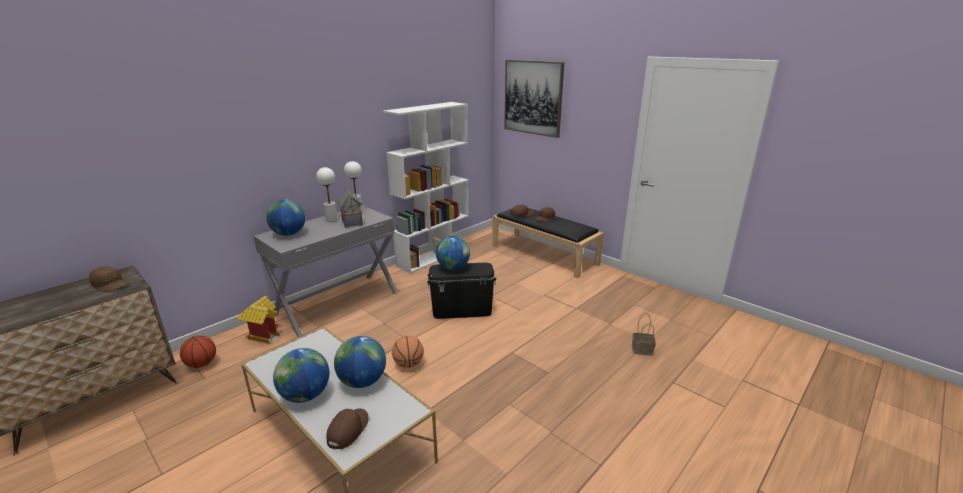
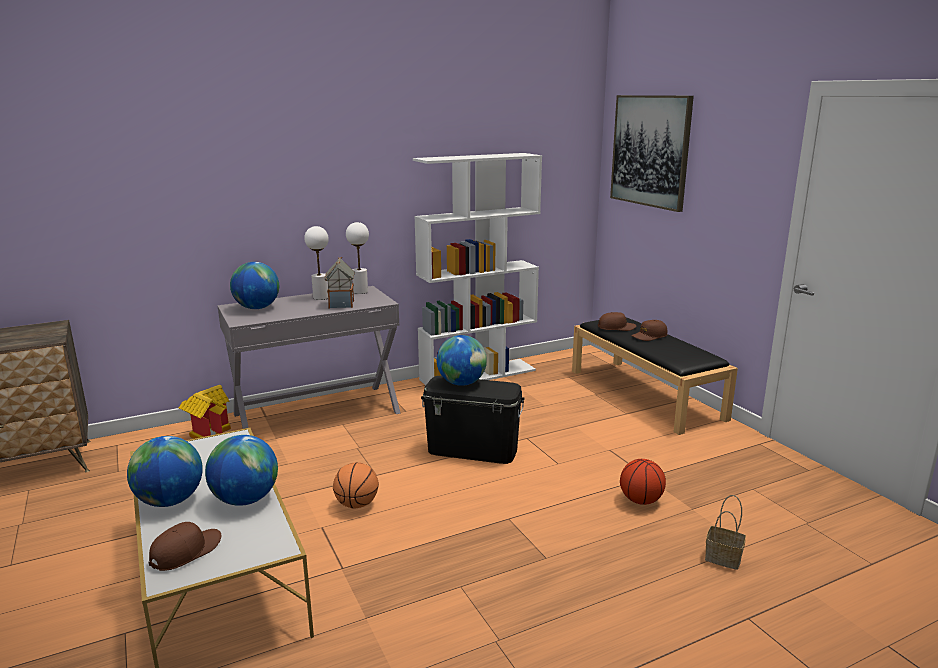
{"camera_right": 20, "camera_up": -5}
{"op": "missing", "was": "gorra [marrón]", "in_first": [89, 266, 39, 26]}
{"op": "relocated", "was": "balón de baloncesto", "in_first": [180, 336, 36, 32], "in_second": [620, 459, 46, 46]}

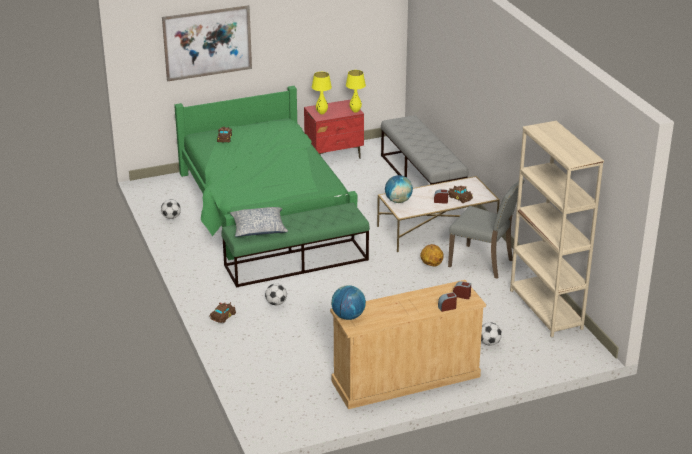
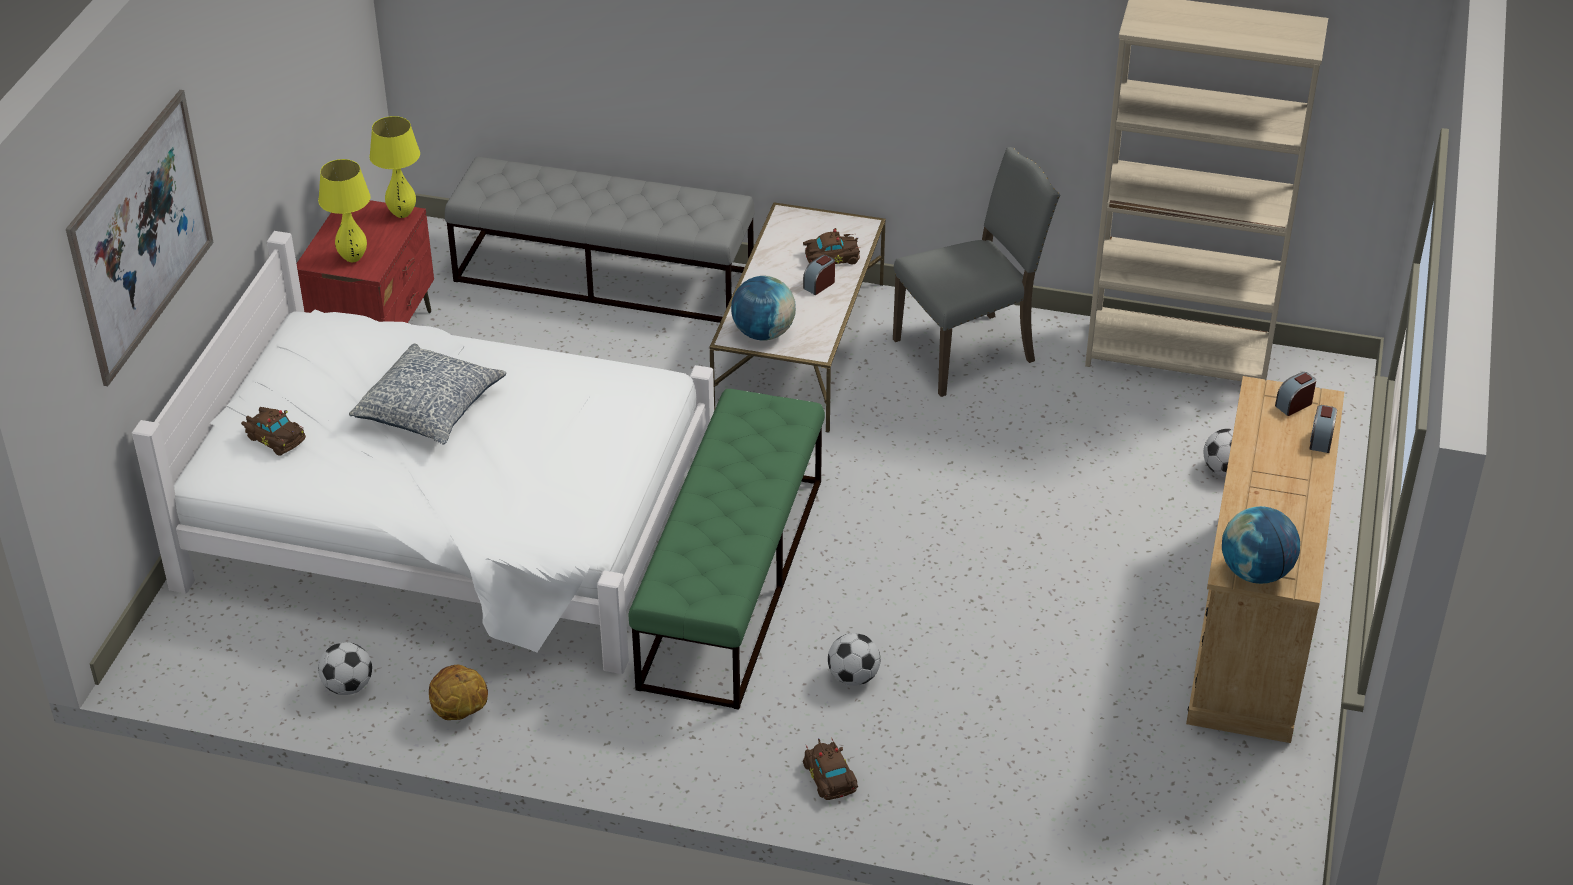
{"camera_right": -55, "camera_up": 10}
{"op": "relocated", "was": "cojín", "in_first": [230, 207, 58, 30], "in_second": [349, 343, 157, 102]}
{"op": "relocated", "was": "balón de baloncesto", "in_first": [420, 244, 24, 22], "in_second": [429, 665, 59, 55]}
{"op": "colour", "was": "cama [verde]", "now": "cama [blanco]", "in_first": [174, 86, 183, 174], "in_second": [132, 231, 582, 443]}

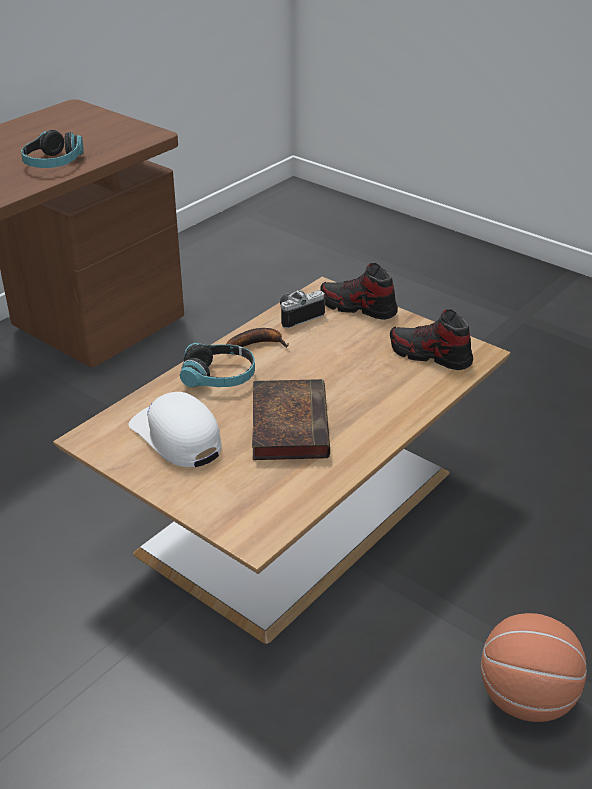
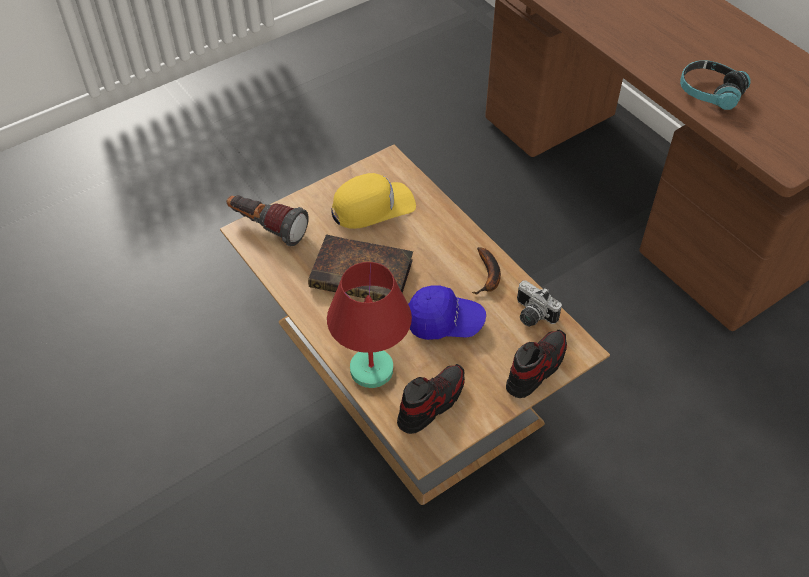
{"camera_right": 105, "camera_up": 15}
{"op": "missing", "was": "auriculares", "in_first": [180, 343, 75, 44]}
{"op": "missing", "was": "balón de baloncesto", "in_first": [481, 613, 106, 109]}
{"op": "appeared", "now": "linterna", "in_second": [226, 195, 83, 51]}
{"op": "appeared", "now": "lámpara de mesa [rojo]", "in_second": [327, 262, 85, 126]}
{"op": "appeared", "now": "gorra [azul]", "in_second": [408, 285, 78, 55]}
{"op": "colour", "was": "gorra [blanco]", "now": "gorra [amarillo]", "in_first": [129, 392, 93, 75], "in_second": [331, 173, 85, 56]}
{"op": "spun", "was": "cámara", "in_first": [280, 290, 45, 38], "in_second": [517, 280, 45, 47], "clockwise": 150}

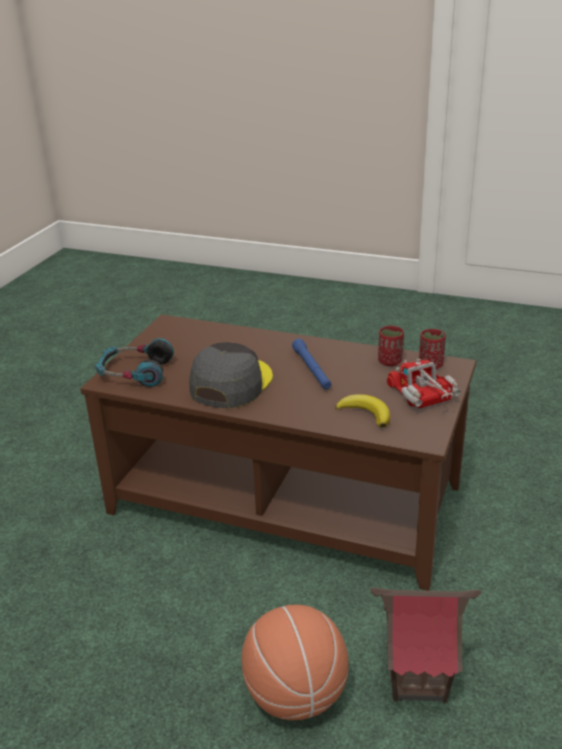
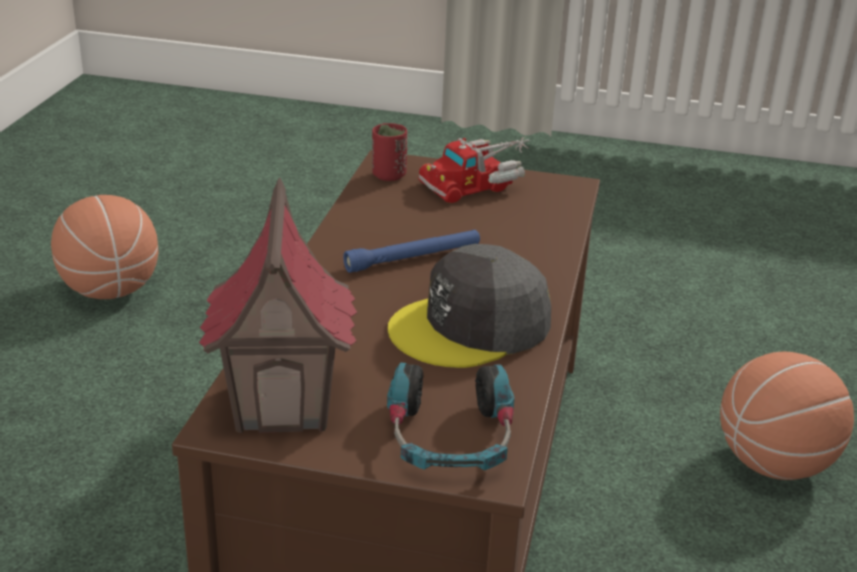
{"camera_right": -100, "camera_up": 0}
{"op": "missing", "was": "plátano", "in_first": [335, 394, 55, 34]}
{"op": "missing", "was": "taza [rojo]", "in_first": [378, 326, 26, 40]}
{"op": "appeared", "now": "balón de baloncesto", "in_second": [51, 195, 107, 104]}
{"op": "relocated", "was": "casita", "in_first": [370, 588, 111, 115], "in_second": [199, 178, 158, 255]}
{"op": "spun", "was": "gorra [gris]", "in_first": [189, 342, 84, 66], "in_second": [388, 244, 163, 124], "clockwise": -45}

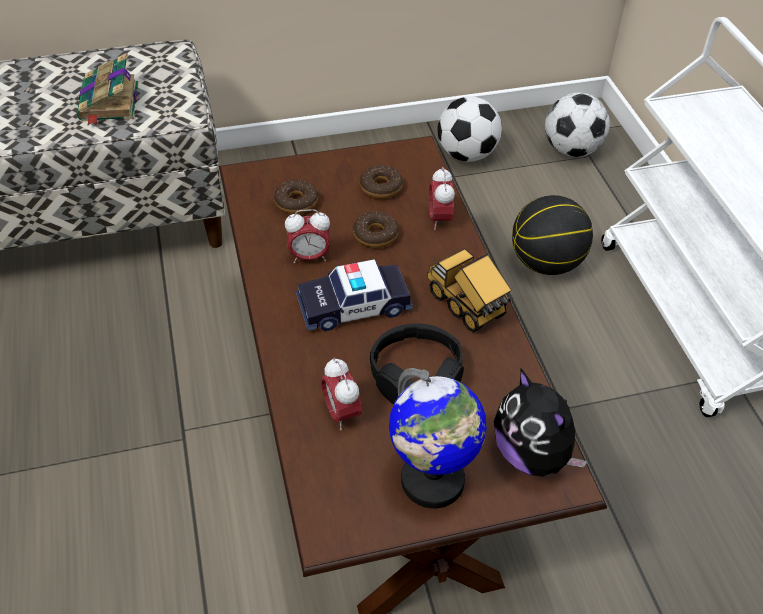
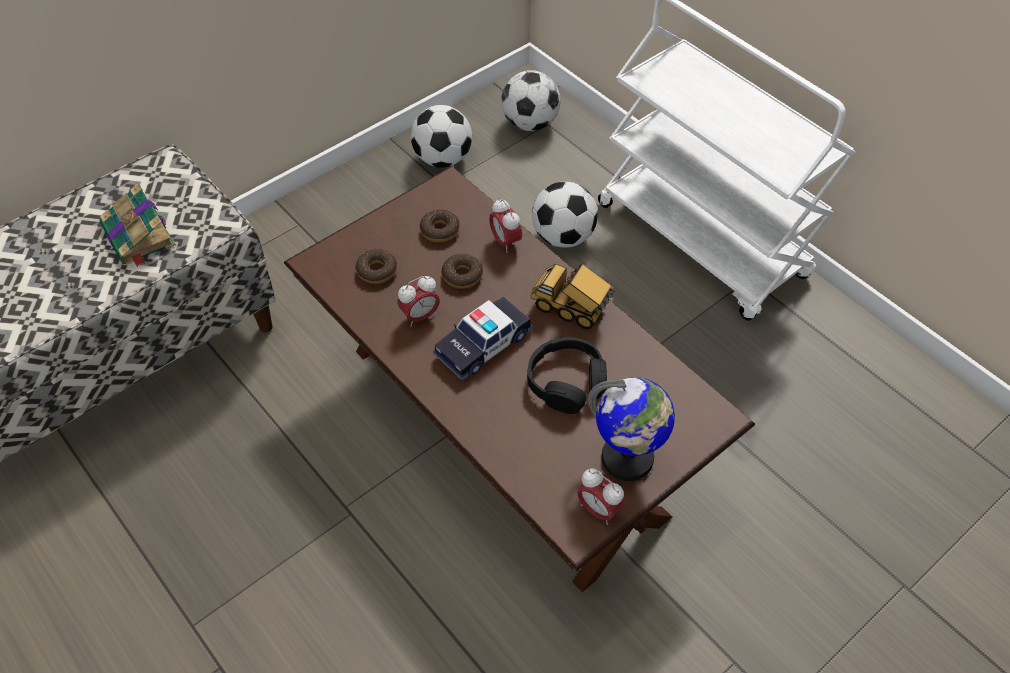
{"camera_right": -25, "camera_up": 5}
{"op": "missing", "was": "peluche", "in_first": [494, 368, 94, 109]}
{"op": "relocated", "was": "despertador", "in_first": [321, 358, 41, 72], "in_second": [577, 468, 48, 57]}
{"op": "exchanged", "was": "balón de baloncesto", "now": "balón de fútbol", "in_first": [512, 195, 81, 80], "in_second": [532, 182, 66, 65]}

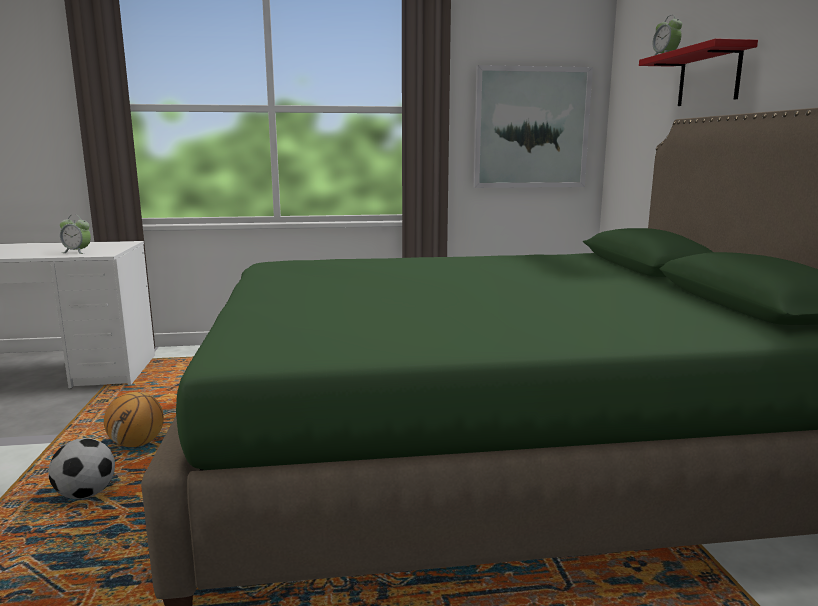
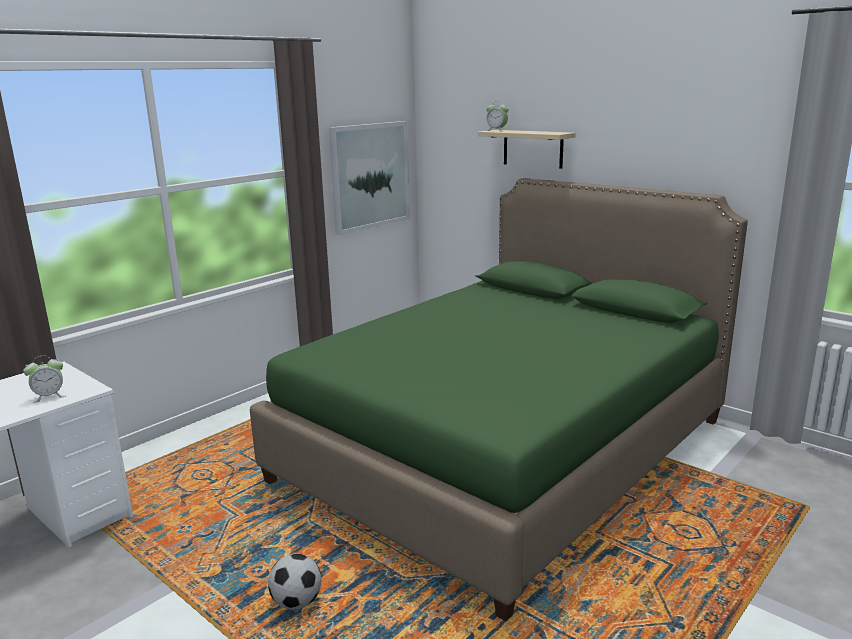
{"camera_right": -40, "camera_up": 5}
{"op": "missing", "was": "balón de baloncesto", "in_first": [104, 392, 60, 55]}
{"op": "colour", "was": "estante [rojo]", "now": "estante [beis]", "in_first": [639, 39, 119, 67], "in_second": [478, 130, 98, 39]}

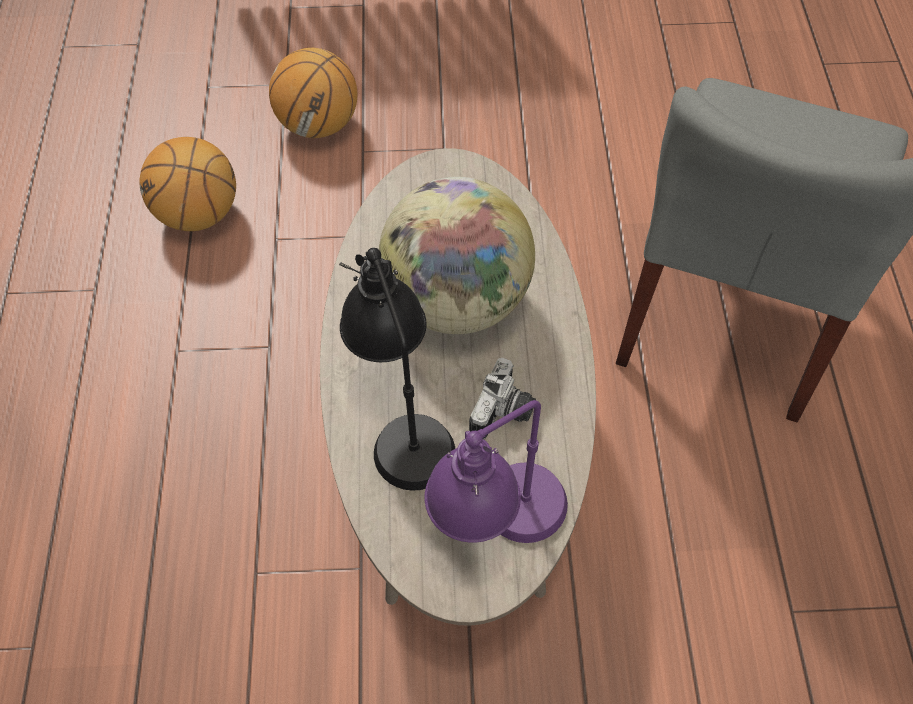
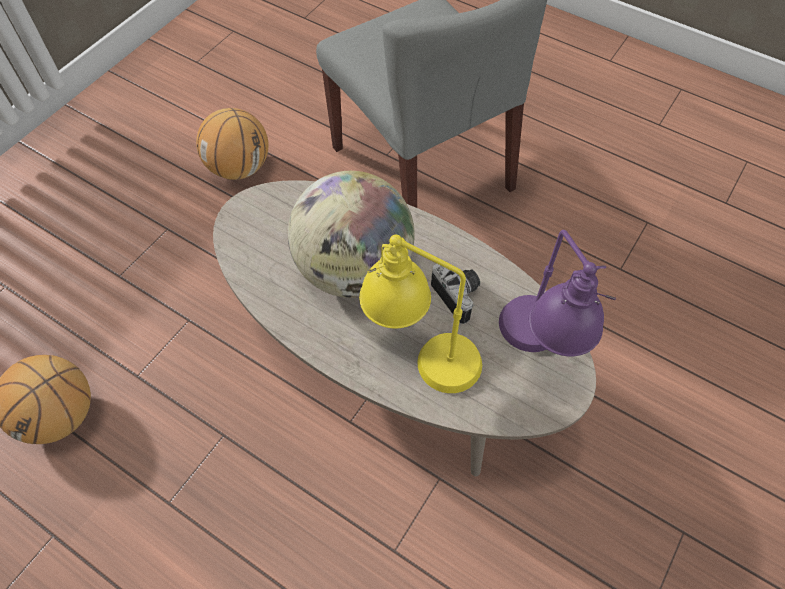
{"camera_right": -55, "camera_up": 0}
{"op": "relocated", "was": "balón de baloncesto", "in_first": [269, 48, 88, 90], "in_second": [196, 108, 72, 72]}
{"op": "colour", "was": "lámpara de mesa [negro]", "now": "lámpara de mesa [amarillo]", "in_first": [339, 248, 116, 243], "in_second": [359, 234, 123, 159]}

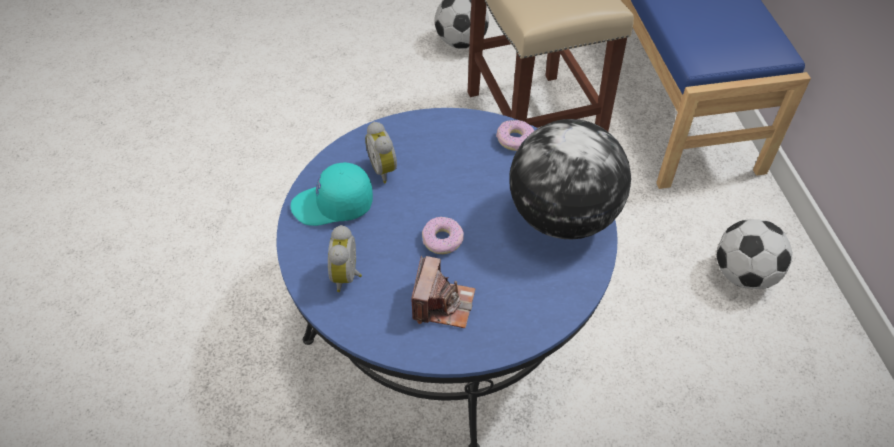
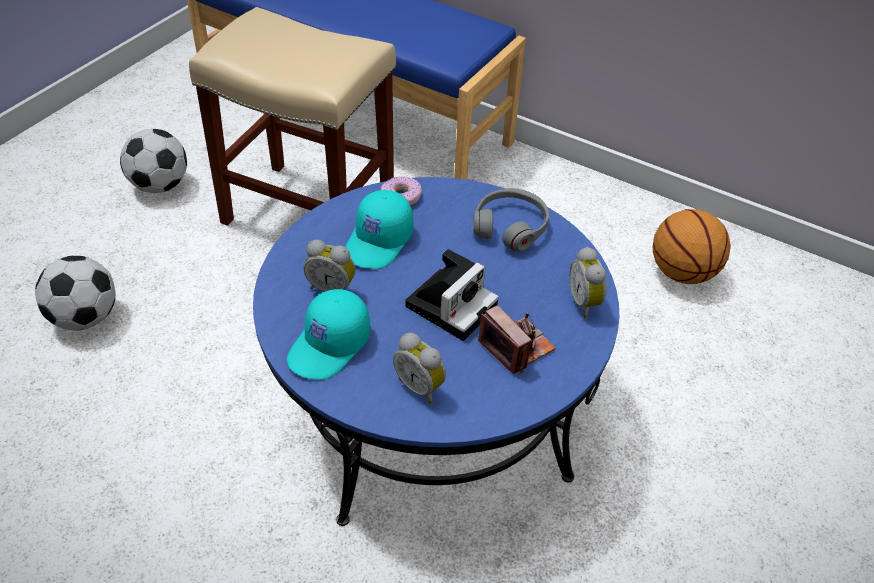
{"camera_right": -50, "camera_up": -5}
{"op": "appeared", "now": "gorra [turquesa]", "in_second": [345, 190, 68, 79]}
{"op": "appeared", "now": "despertador", "in_second": [570, 247, 37, 71]}
{"op": "appeared", "now": "balón de baloncesto", "in_second": [653, 209, 78, 75]}
{"op": "relocated", "was": "balón de fútbol", "in_first": [716, 219, 77, 70], "in_second": [35, 256, 81, 75]}
{"op": "exchanged", "was": "rosquilla", "now": "cámara", "in_first": [422, 217, 42, 37], "in_second": [405, 249, 94, 92]}
{"op": "exchanged", "was": "globo terráqueo", "now": "auriculares [gris]", "in_first": [509, 119, 122, 121], "in_second": [473, 188, 76, 63]}

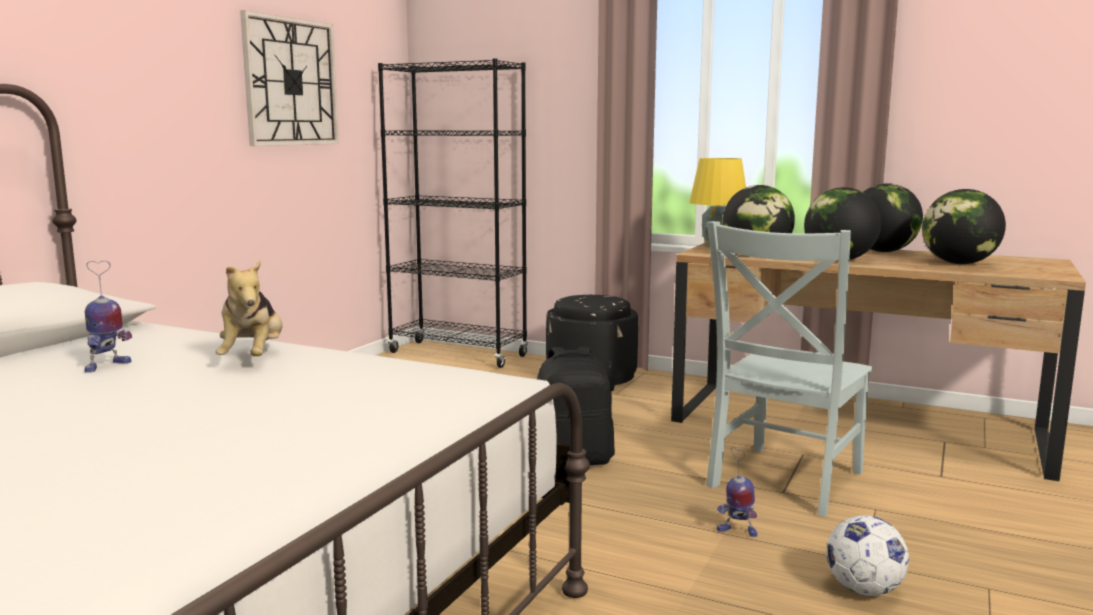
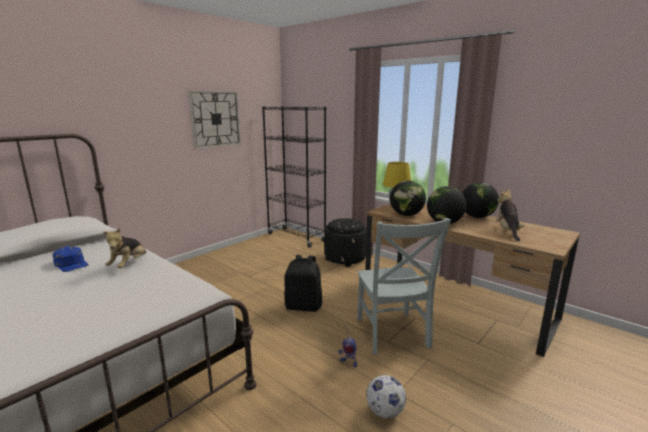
{"camera_right": 15, "camera_up": 5}
{"op": "exchanged", "was": "robot de juguete", "now": "gorra [azul]", "in_first": [85, 261, 47, 112], "in_second": [52, 246, 37, 26]}
{"op": "exchanged", "was": "globo terráqueo", "now": "peluche", "in_first": [922, 189, 84, 75], "in_second": [496, 190, 28, 51]}
{"op": "spun", "was": "silla [gris]", "in_first": [706, 221, 167, 296], "in_second": [357, 218, 94, 137], "clockwise": -60}

